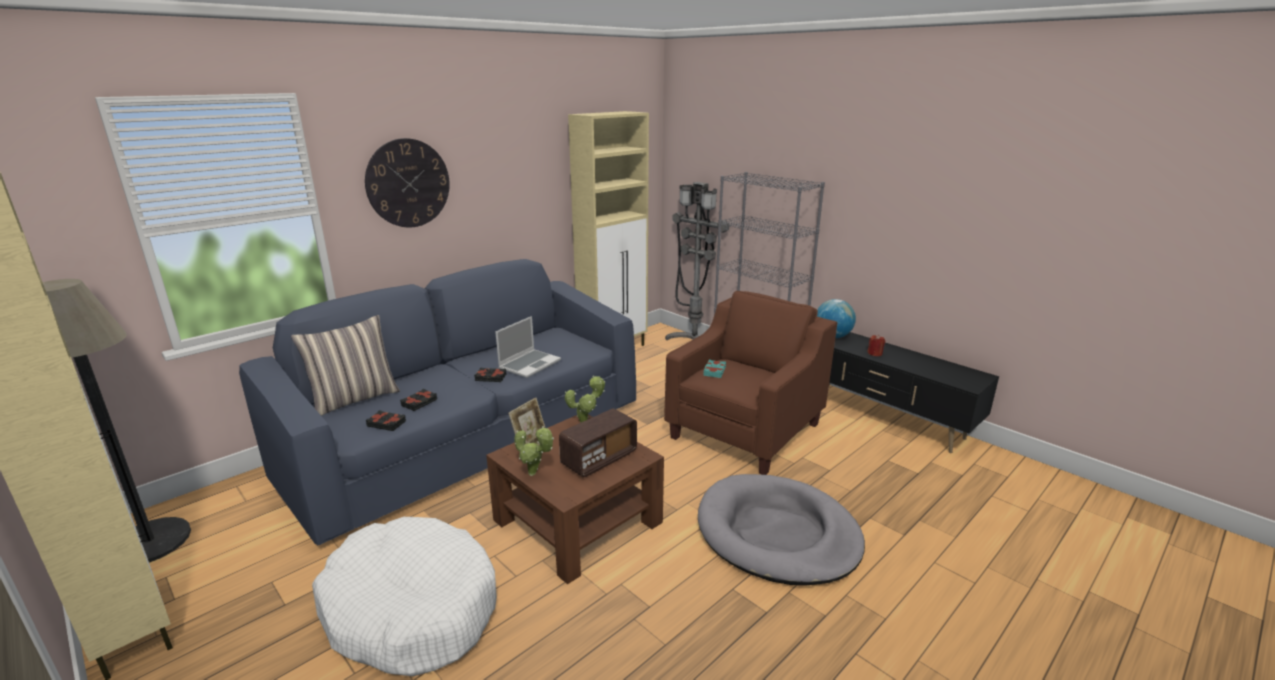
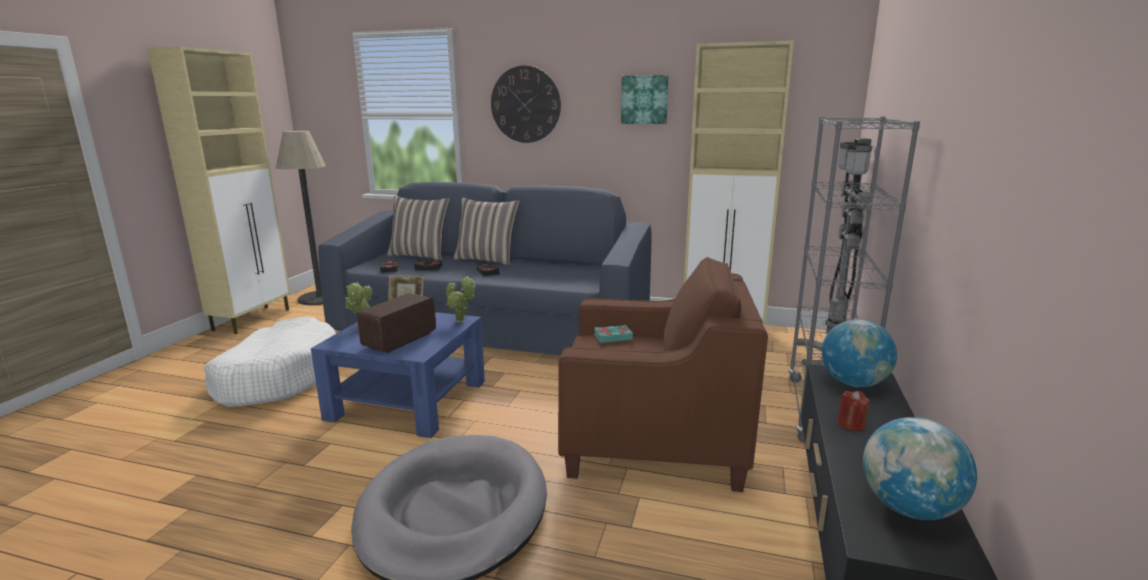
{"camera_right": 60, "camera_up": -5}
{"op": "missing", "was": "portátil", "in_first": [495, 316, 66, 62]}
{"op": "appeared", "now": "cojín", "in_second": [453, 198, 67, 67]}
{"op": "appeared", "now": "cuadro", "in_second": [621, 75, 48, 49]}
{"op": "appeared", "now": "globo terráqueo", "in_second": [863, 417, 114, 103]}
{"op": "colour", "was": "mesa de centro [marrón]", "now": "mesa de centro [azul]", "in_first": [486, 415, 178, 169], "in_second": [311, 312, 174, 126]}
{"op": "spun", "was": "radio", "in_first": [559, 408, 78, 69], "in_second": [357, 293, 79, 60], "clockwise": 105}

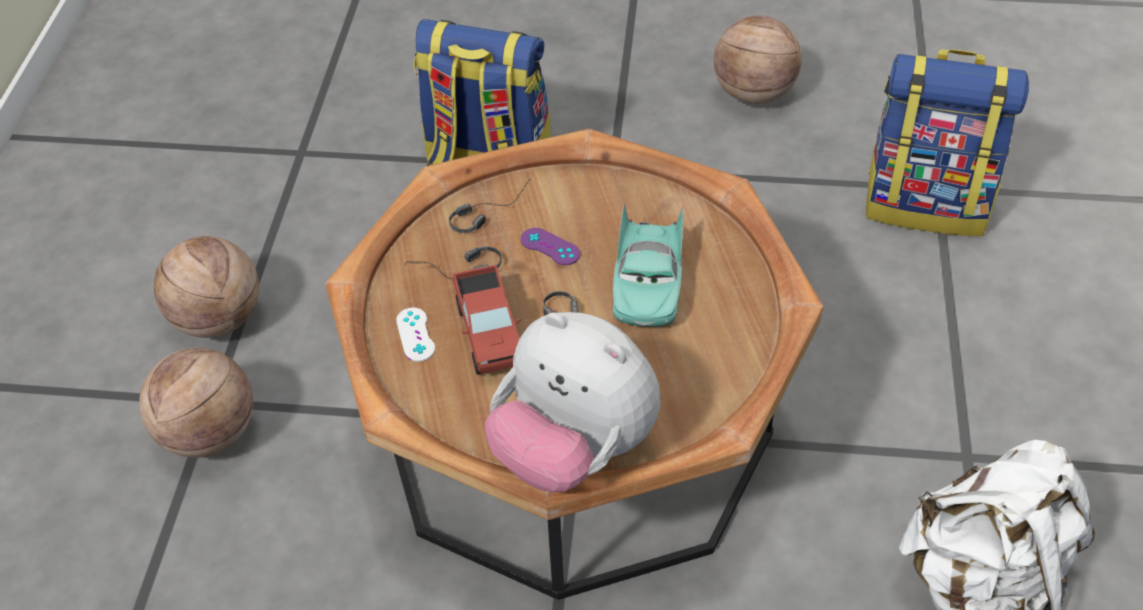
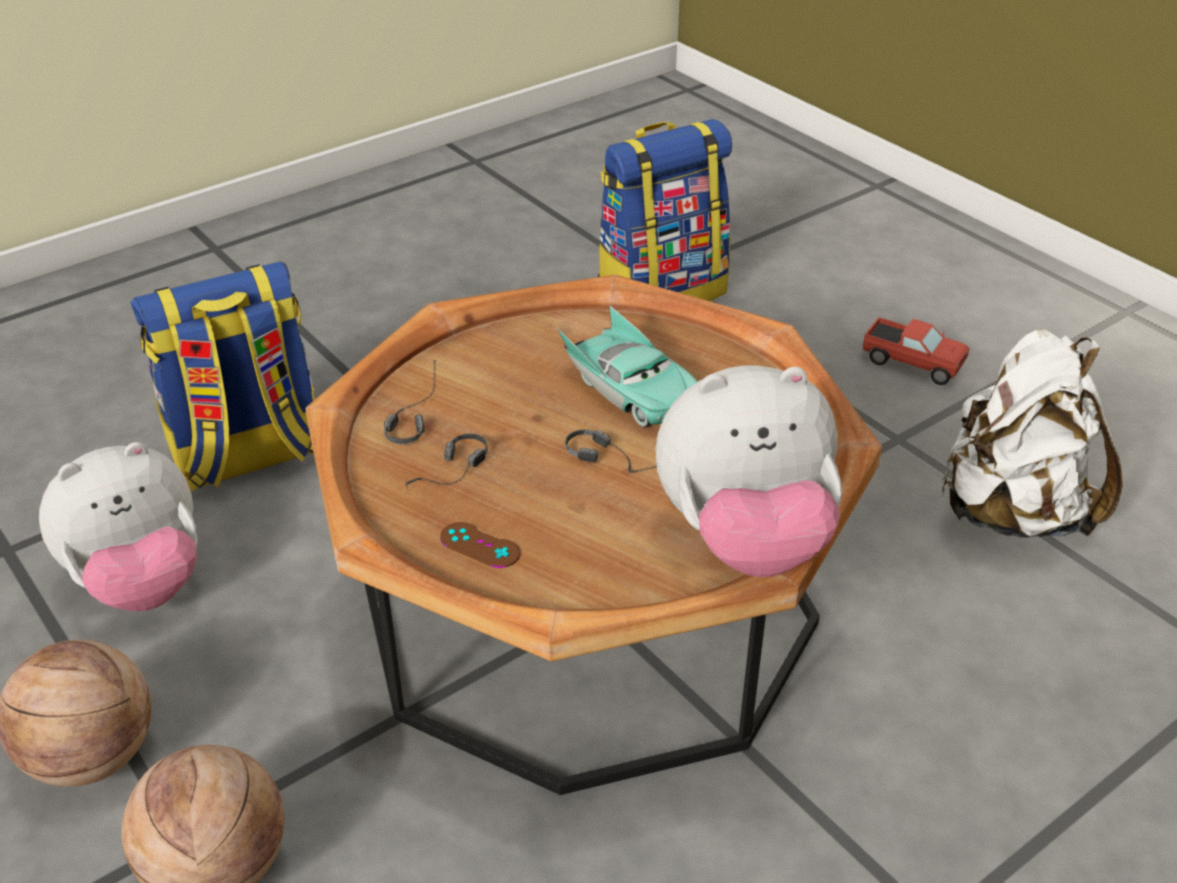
{"camera_right": -45, "camera_up": -10}
{"op": "missing", "was": "mando de consola [morado]", "in_first": [521, 228, 59, 37]}
{"op": "missing", "was": "balón de baloncesto", "in_first": [714, 16, 88, 88]}
{"op": "appeared", "now": "peluche", "in_second": [39, 442, 158, 169]}
{"op": "relocated", "was": "camión de juguete", "in_first": [453, 265, 68, 110], "in_second": [862, 317, 107, 68]}
{"op": "colour", "was": "mando de consola [blanco]", "now": "mando de consola [marrón]", "in_first": [396, 307, 39, 55], "in_second": [440, 522, 80, 46]}

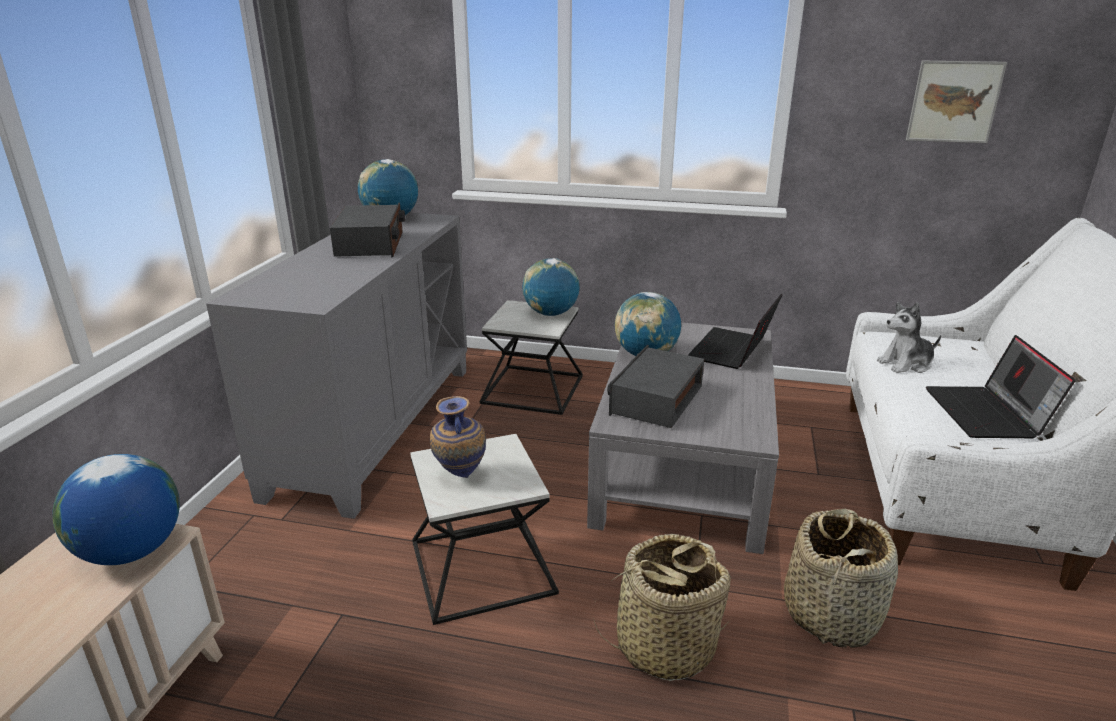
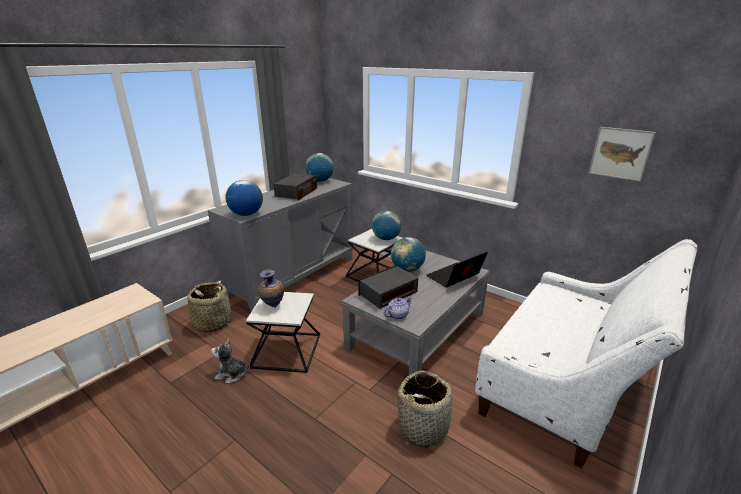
{"camera_right": 25, "camera_up": 0}
{"op": "missing", "was": "portátil", "in_first": [926, 335, 150, 103]}
{"op": "appeared", "now": "tetera", "in_second": [384, 297, 29, 23]}
{"op": "relocated", "was": "globo terráqueo", "in_first": [52, 454, 128, 111], "in_second": [226, 180, 37, 36]}
{"op": "relocated", "was": "cesta", "in_first": [593, 534, 138, 147], "in_second": [187, 282, 45, 51]}
{"op": "relocated", "was": "peluche", "in_first": [877, 302, 64, 71], "in_second": [211, 339, 39, 44]}

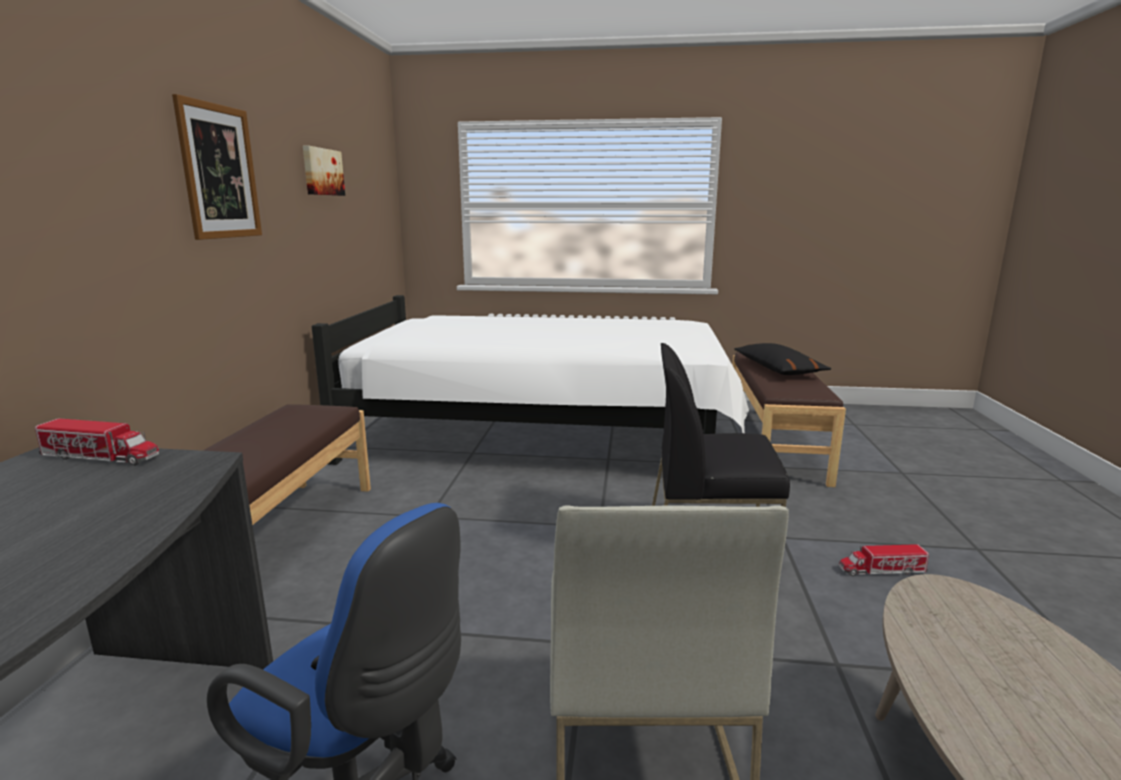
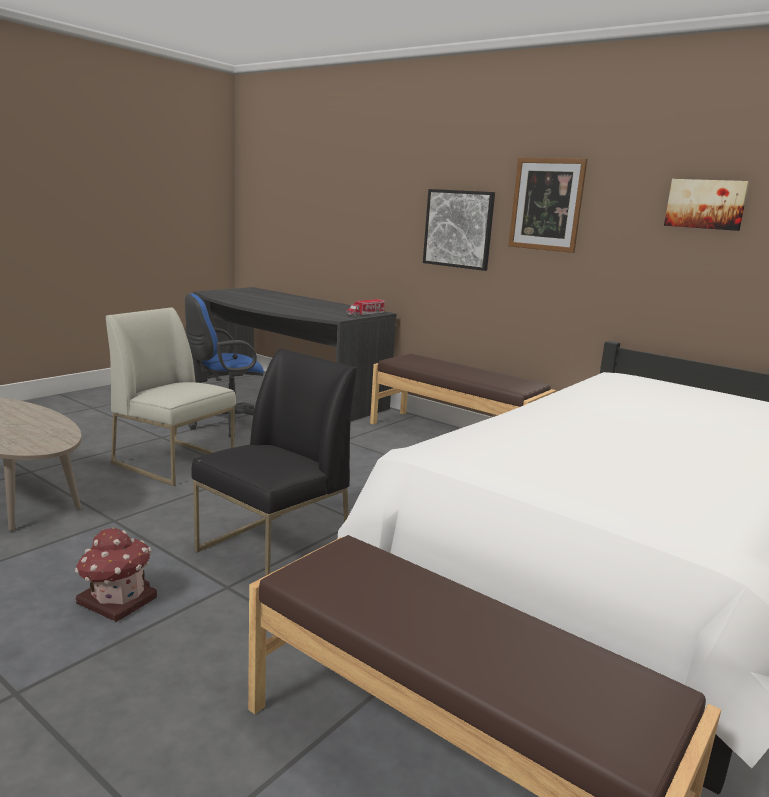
{"camera_right": 120, "camera_up": 0}
{"op": "missing", "was": "cojín [negro]", "in_first": [734, 343, 97, 32]}
{"op": "appeared", "now": "cuadro", "in_second": [423, 189, 72, 82]}
{"op": "exchanged", "was": "camión de juguete", "now": "casita", "in_first": [839, 544, 90, 32], "in_second": [75, 527, 82, 95]}

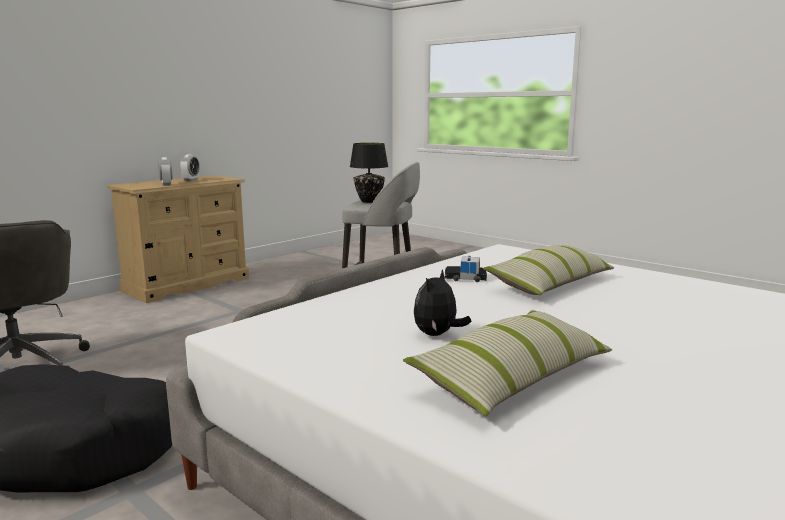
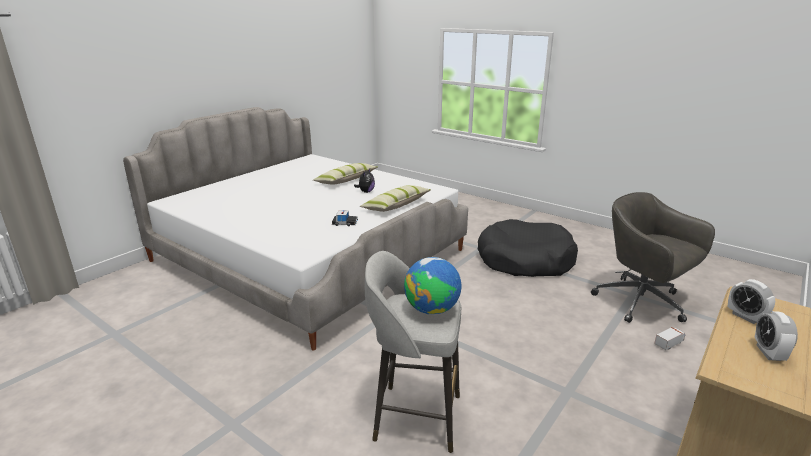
{"camera_right": 175, "camera_up": 10}
{"op": "appeared", "now": "camión de juguete", "in_second": [654, 327, 32, 23]}
{"op": "relocated", "was": "cojín", "in_first": [483, 245, 131, 50], "in_second": [360, 185, 71, 27]}
{"op": "exchanged", "was": "lámpara de mesa [negro]", "now": "globo terráqueo", "in_first": [350, 143, 38, 60], "in_second": [404, 257, 57, 58]}

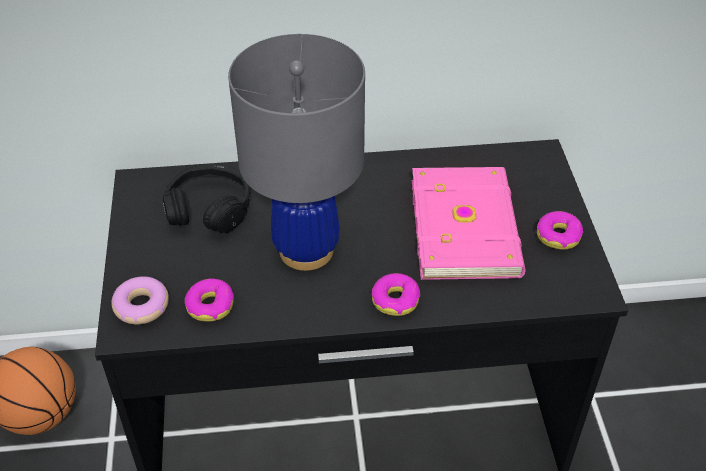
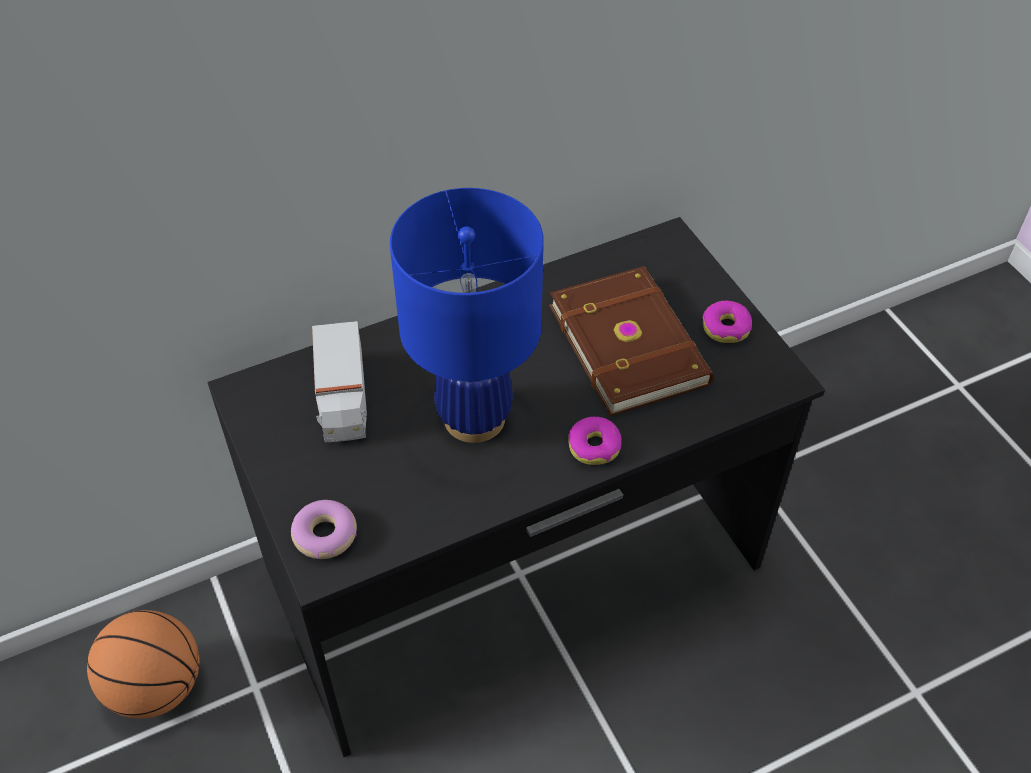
{"camera_right": -20, "camera_up": 5}
{"op": "missing", "was": "rosquilla", "in_first": [185, 279, 49, 42]}
{"op": "exchanged", "was": "auriculares [negro]", "now": "camión de juguete", "in_first": [163, 164, 87, 69], "in_second": [312, 321, 55, 121]}
{"op": "colour", "was": "lámpara de mesa [gris]", "now": "lámpara de mesa [azul]", "in_first": [228, 34, 137, 237], "in_second": [390, 188, 154, 255]}
{"op": "colour", "was": "libro [rosa]", "now": "libro [marrón]", "in_first": [412, 167, 113, 113], "in_second": [550, 266, 164, 150]}

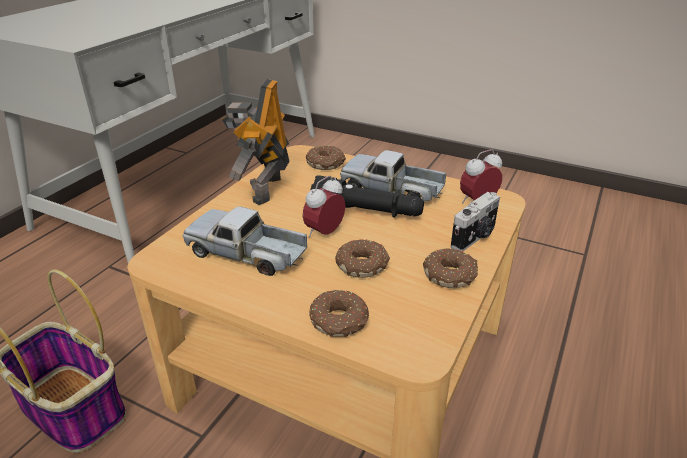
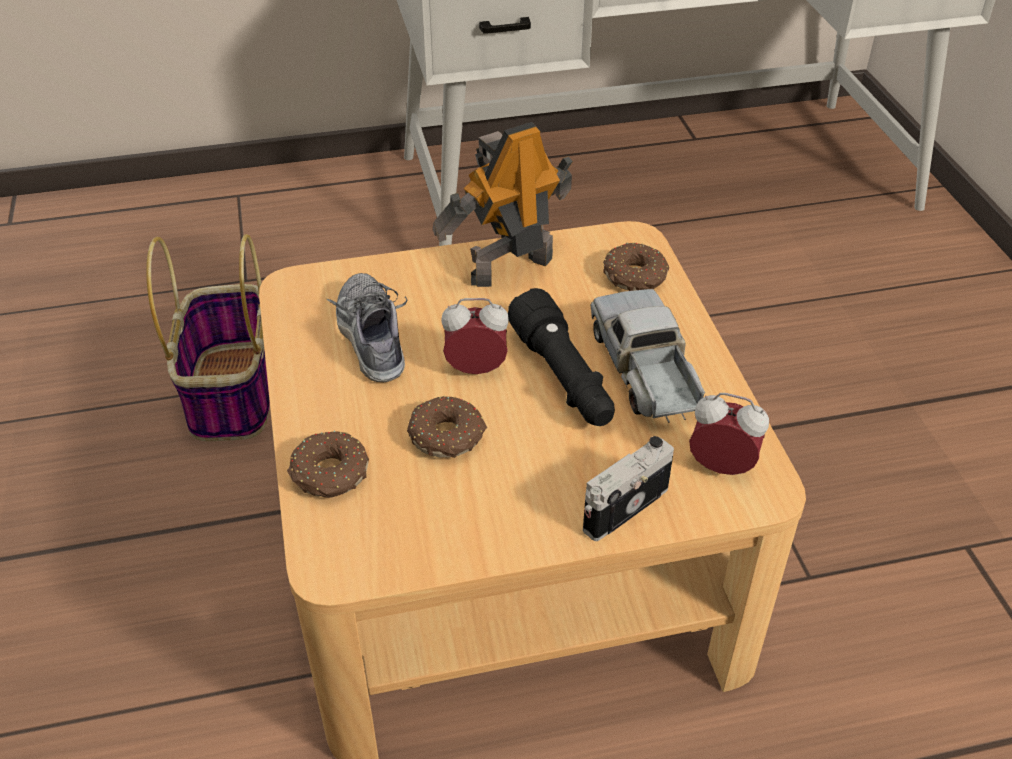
{"camera_right": 50, "camera_up": 10}
{"op": "missing", "was": "rosquilla", "in_first": [423, 248, 55, 40]}
{"op": "exchanged", "was": "camión de juguete", "now": "zapato", "in_first": [183, 206, 124, 70], "in_second": [327, 273, 80, 109]}
{"op": "spun", "was": "cámara", "in_first": [451, 192, 49, 59], "in_second": [583, 436, 91, 105], "clockwise": 135}

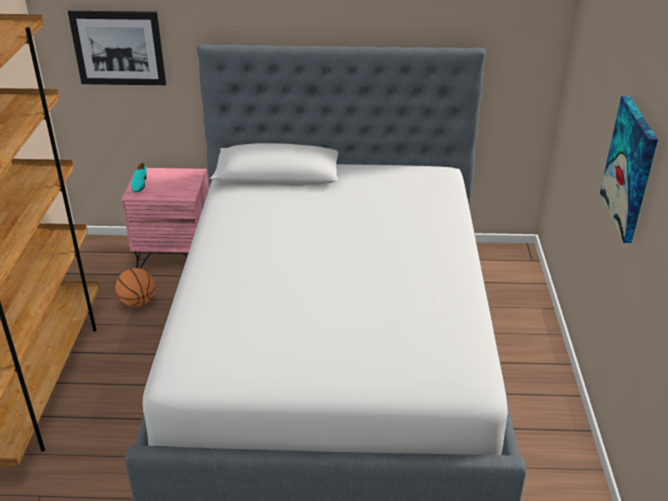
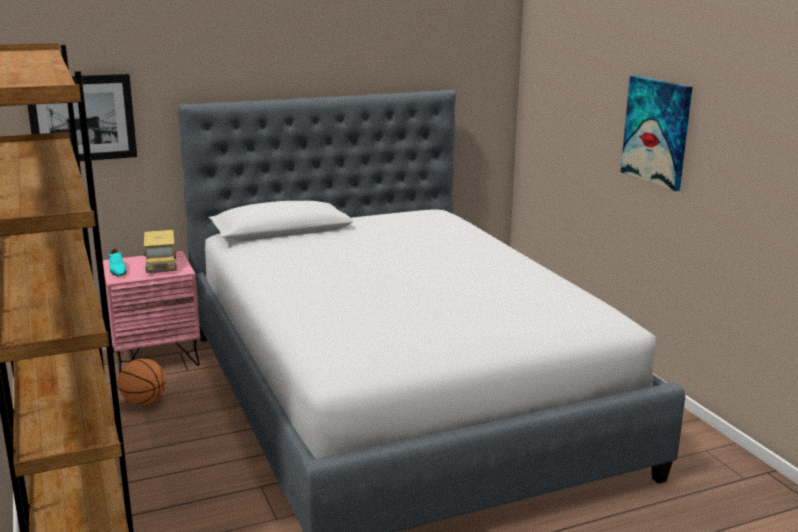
{"camera_right": -25, "camera_up": -15}
{"op": "appeared", "now": "camión de juguete", "in_second": [143, 230, 34, 43]}

